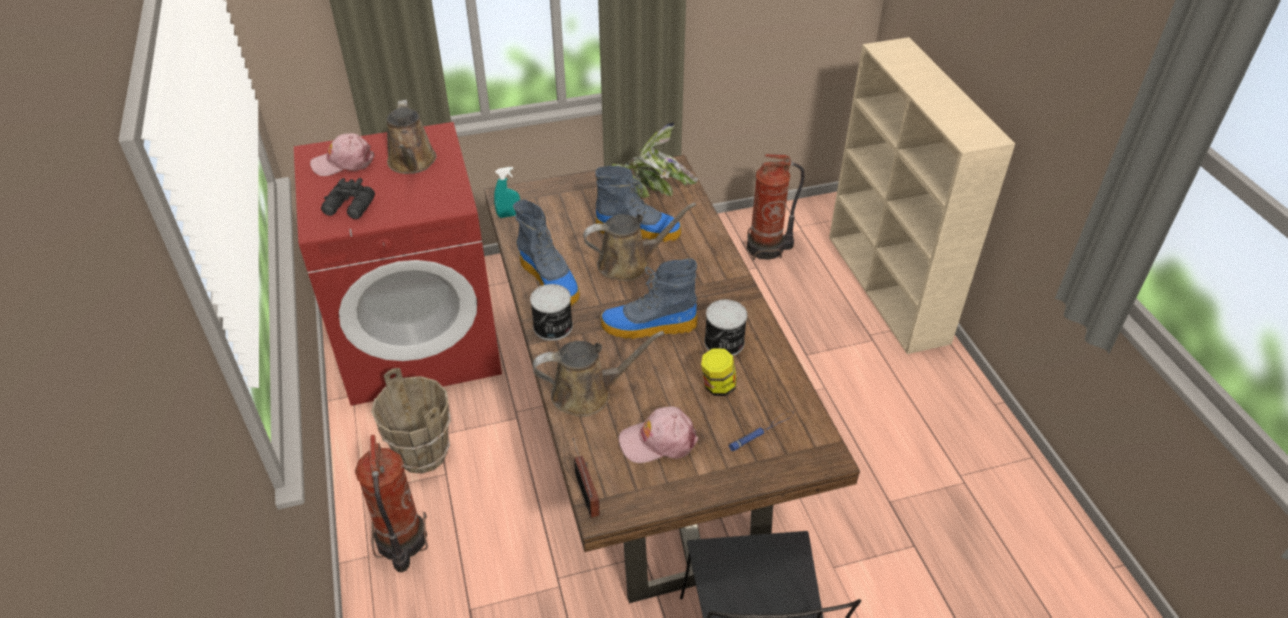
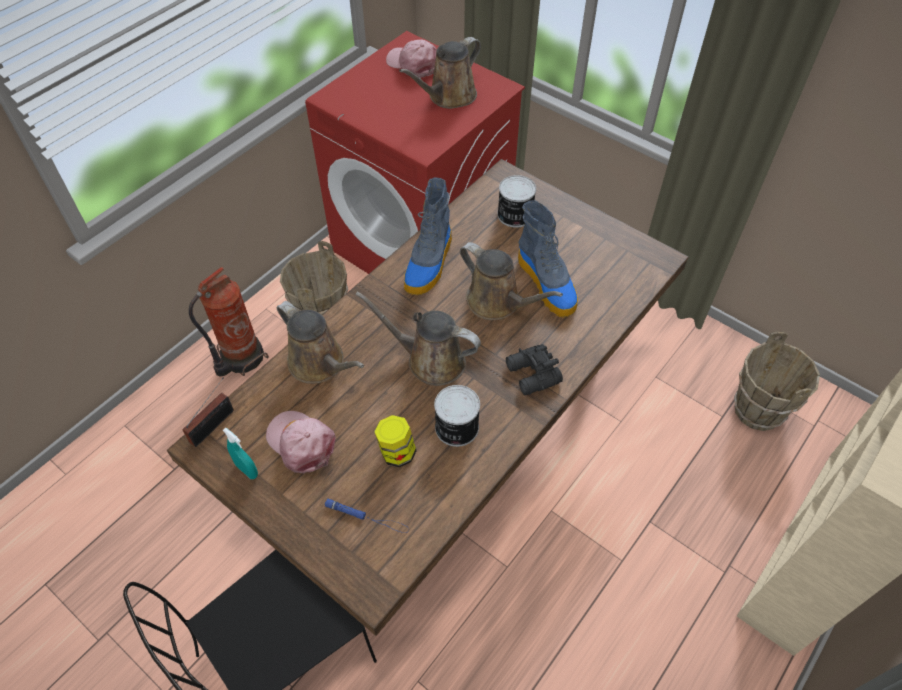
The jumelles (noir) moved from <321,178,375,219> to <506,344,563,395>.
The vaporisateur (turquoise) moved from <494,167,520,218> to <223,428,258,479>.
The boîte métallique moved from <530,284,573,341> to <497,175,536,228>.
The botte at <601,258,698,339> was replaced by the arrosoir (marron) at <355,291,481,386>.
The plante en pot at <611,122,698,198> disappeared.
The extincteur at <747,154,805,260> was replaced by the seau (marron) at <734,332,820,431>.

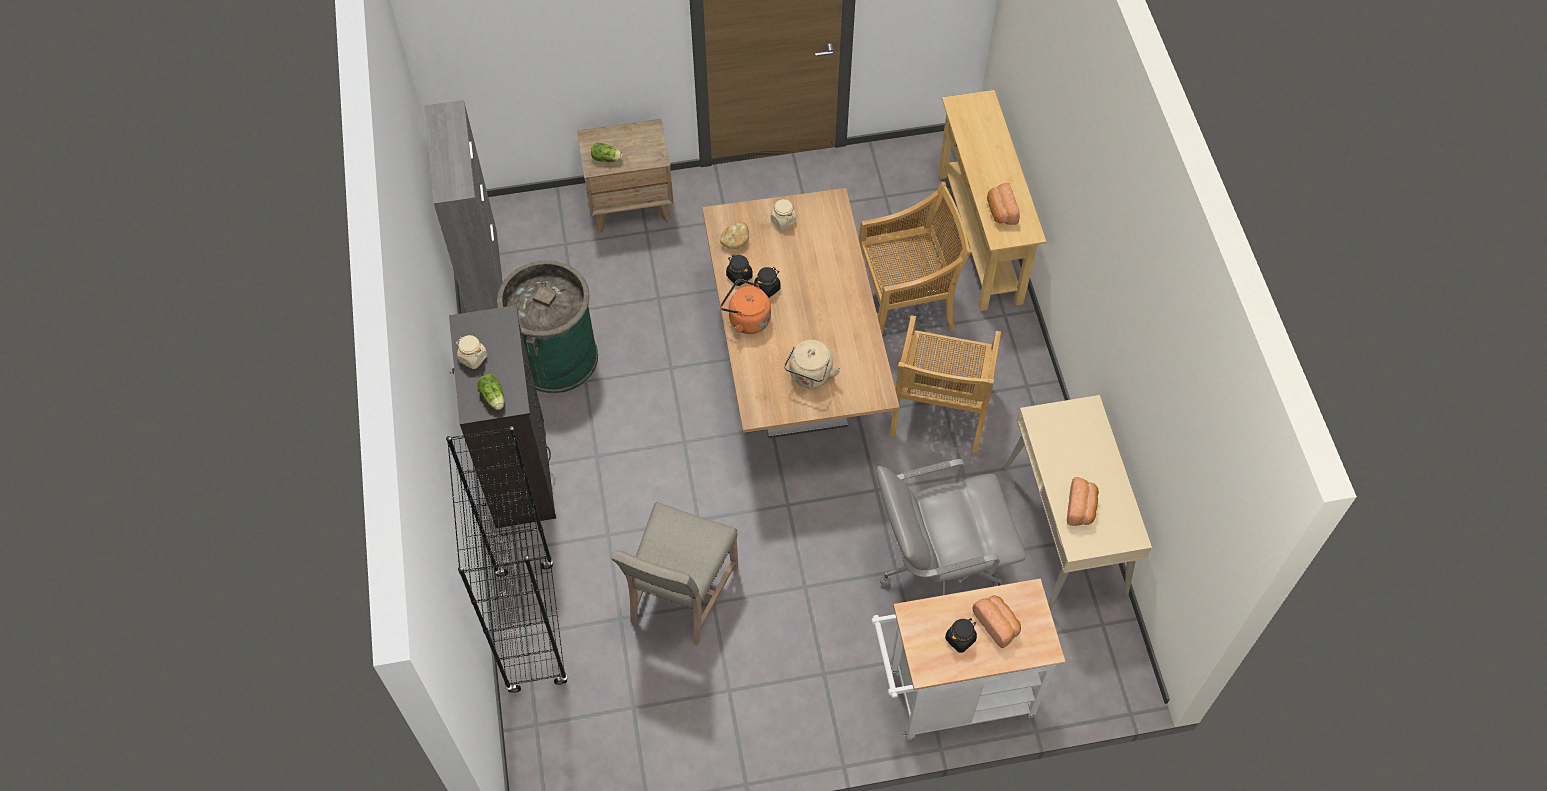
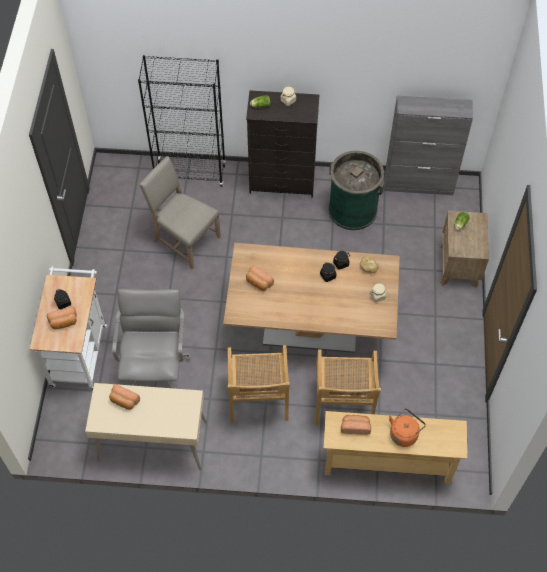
The bouilloire (orange) moved from <721,279,771,334> to <389,408,426,447>.
The bouilloire (beige) at <784,340,841,388> was replaced by the pain at <246,265,274,291>.
The chaise (beige) at <890,315,1001,452> turned 120 degrees counterclockwise.

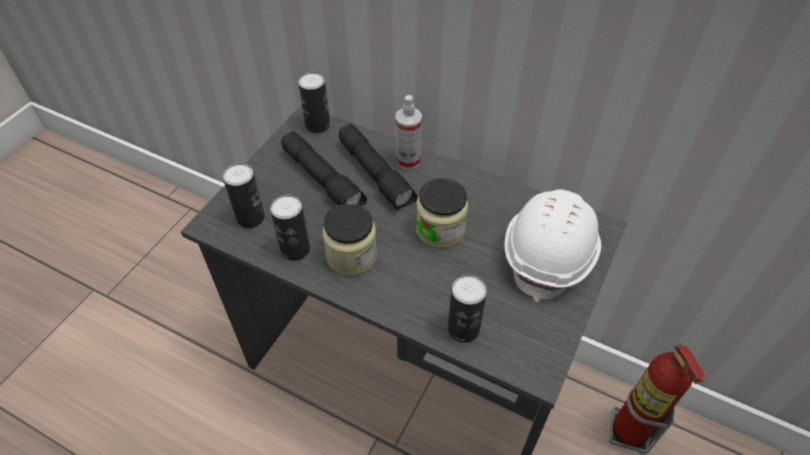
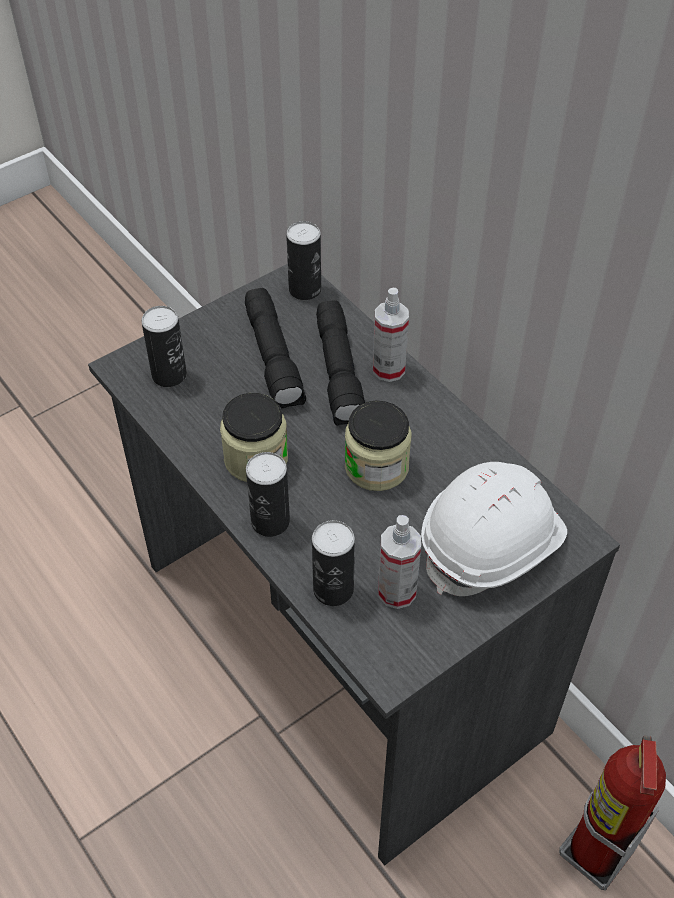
The boîte métallique moved from <270,195,310,261> to <246,452,290,537>.
The vaporisateur at <378,515,421,609> appeared.

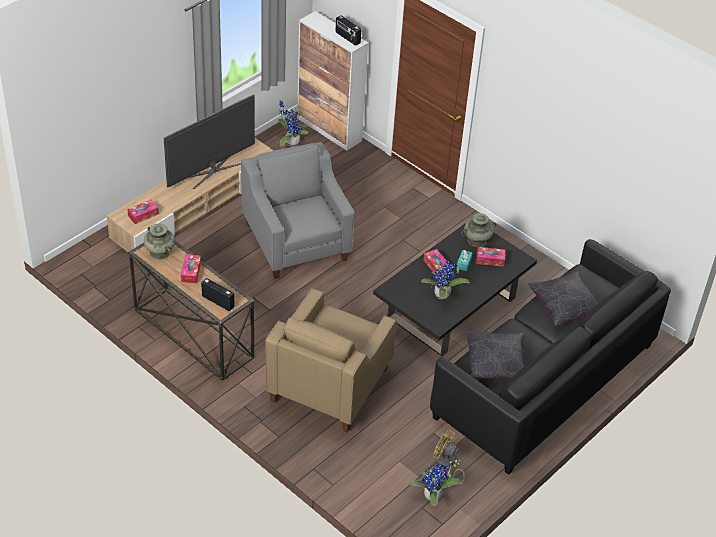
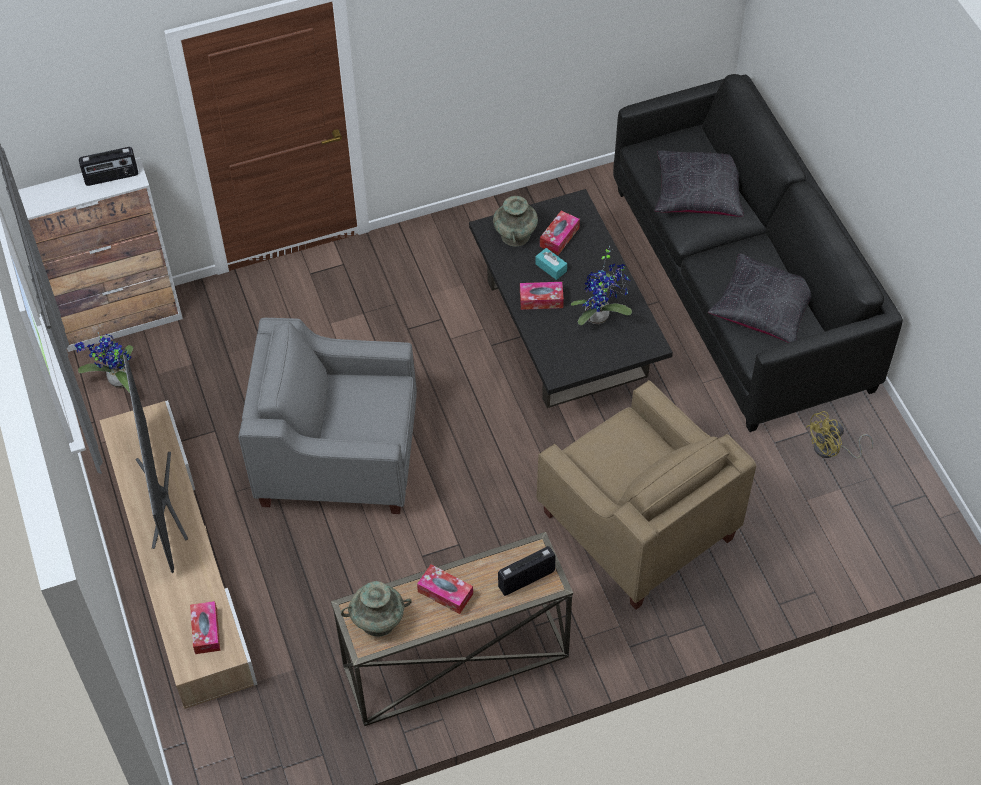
The plante en pot at <410,460,462,506> disappeared.

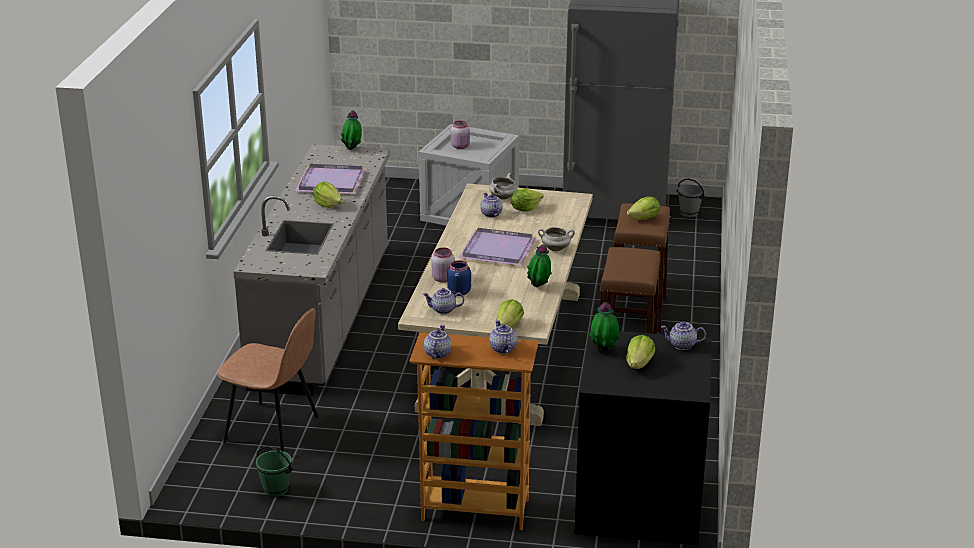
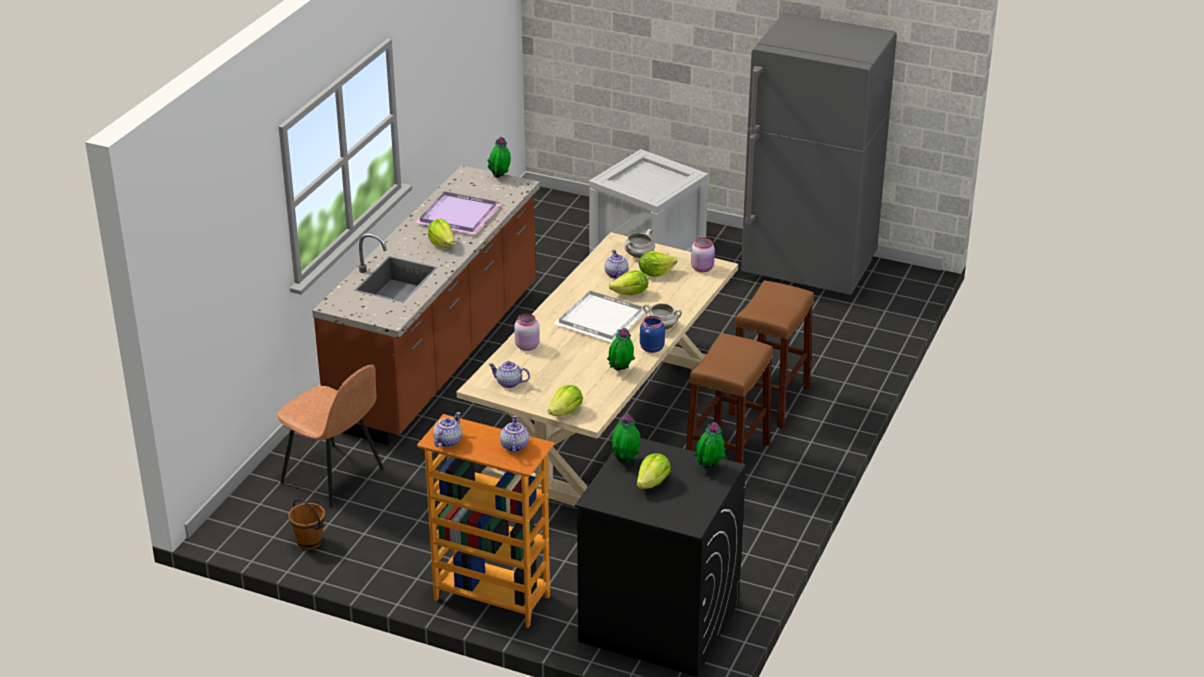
The comptoir de cuisine (gris) at <233,144,390,396> became the comptoir de cuisine (marron) at <312,165,540,445>.
The seau (vert) at <255,446,293,497> became the seau (marron) at <288,499,325,550>.
The bocal (bleu) moved from <447,260,471,296> to <640,316,665,353>.
The bocal (rose) moved from <451,121,470,149> to <691,237,715,272>.
The plateau (violet) at <458,228,537,266> became the plateau (blanc) at <553,291,647,342>.
The laitue moved from <627,197,660,220> to <609,270,648,295>.
The théière at <661,321,706,350> was replaced by the plante en pot at <694,422,726,468>.
The seau (gris) at <677,178,705,217> disappeared.

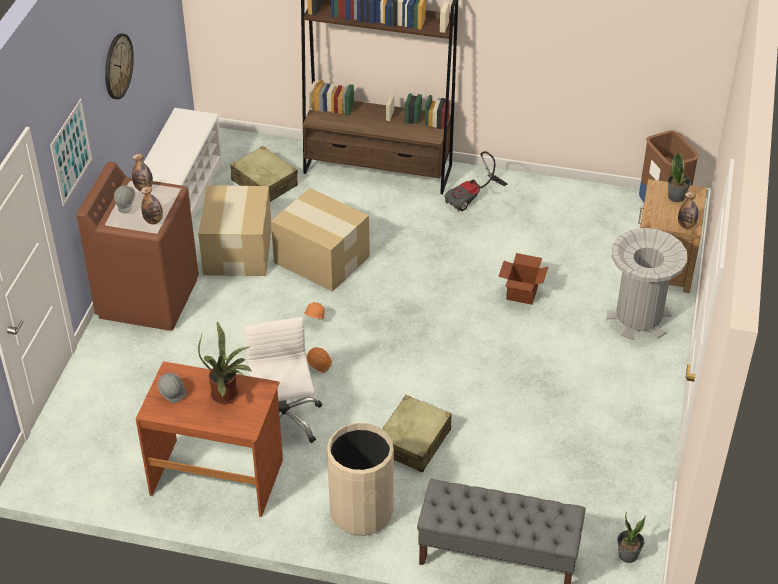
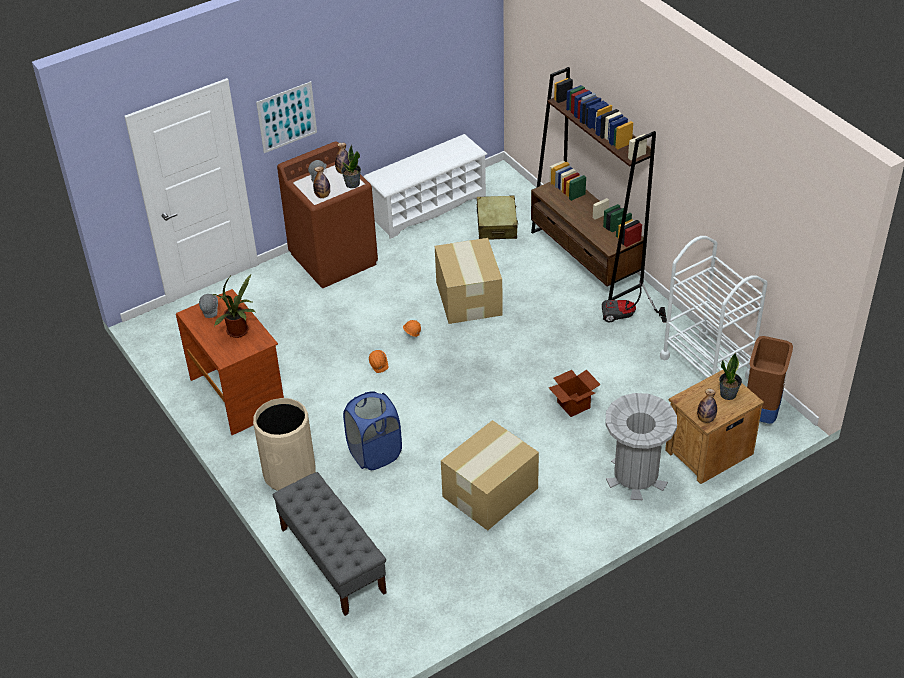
The horloge murale at <105,34,134,99> disappeared.
The carton moved from <198,185,271,276> to <441,420,539,531>.
The chaise de bureau (blanc) at <244,317,322,443> disappeared.
The valise (beige) at <382,395,452,472> was replaced by the panier à linge (bleu) at <343,391,402,470>.
The plante en pot moved from <617,512,646,563> to <341,145,361,188>.
The chariot (blanc) at <660,236,767,379> appeared.

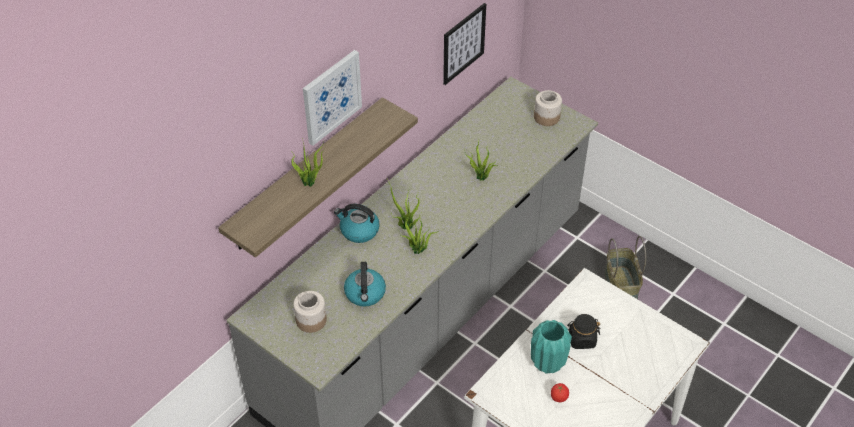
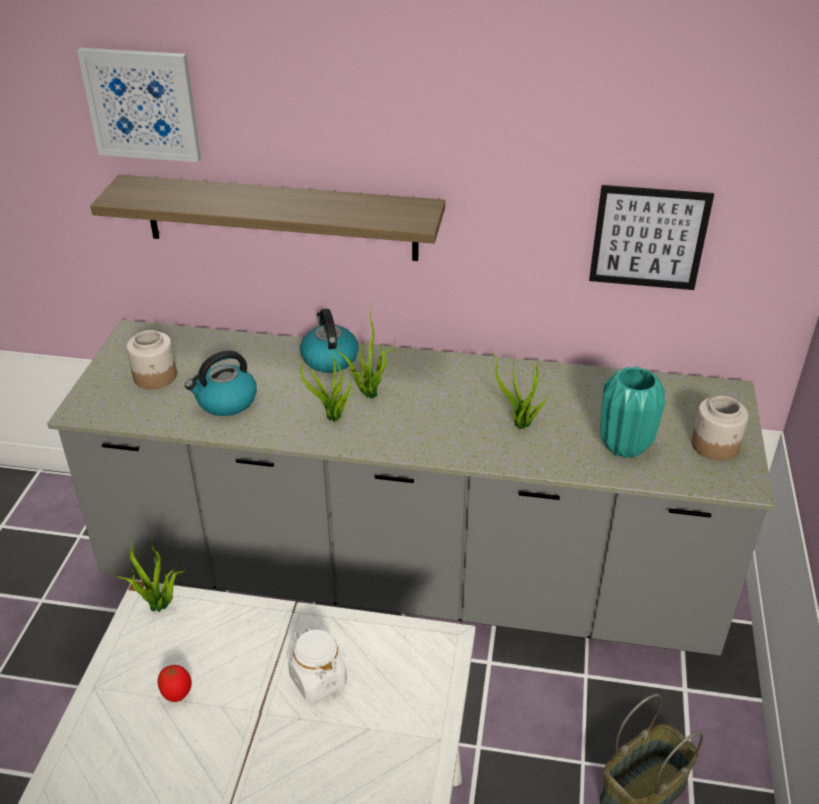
The plante en pot moved from <292,138,324,187> to <110,536,186,612>.
The tableau moved from <303,50,362,146> to <77,48,201,162>.
The vase (turquoise) moved from <531,320,572,374> to <600,366,665,458>.
The bocal (noir) at <567,314,600,349> became the bocal (blanc) at <288,628,347,702>.

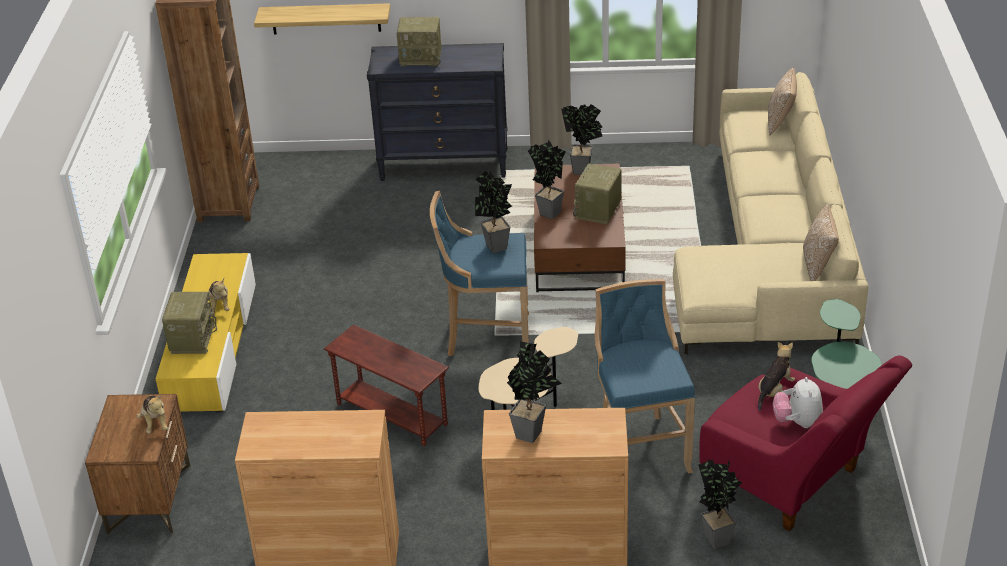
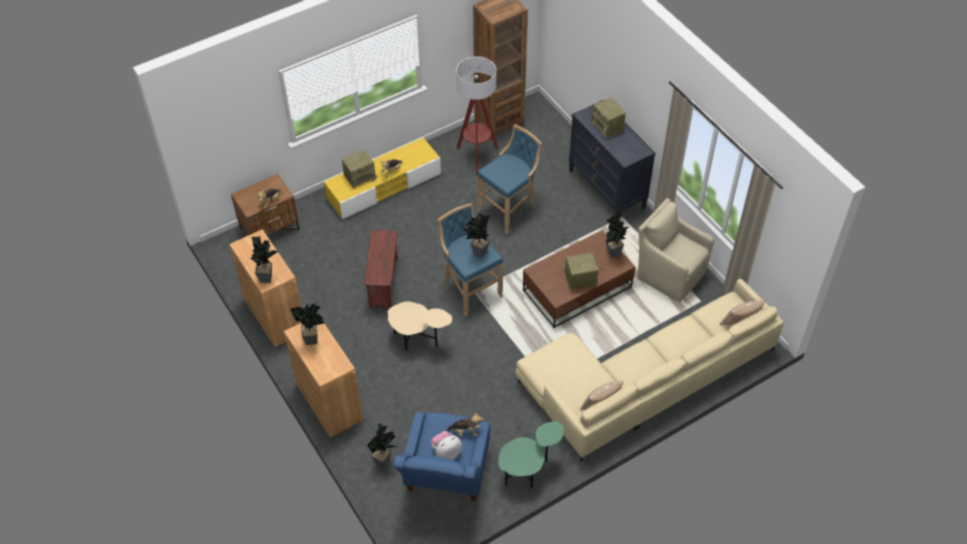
The étagère at <254,3,390,35> disappeared.
The plante en pot moved from <528,140,566,219> to <251,236,279,283>.
The tabouret (bleu) moved from <595,279,695,473> to <477,124,542,234>.
The fauteuil (rouge) at <699,355,912,532> became the fauteuil (bleu) at <393,412,490,501>.
The lampadaire at <456,56,498,175> appeared.
The fauteuil (beige) at <637,198,714,302> appeared.

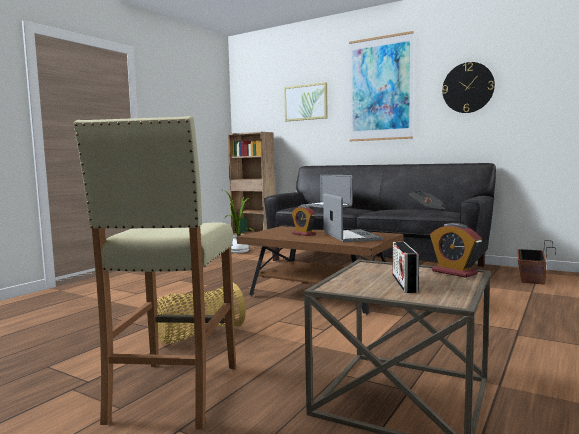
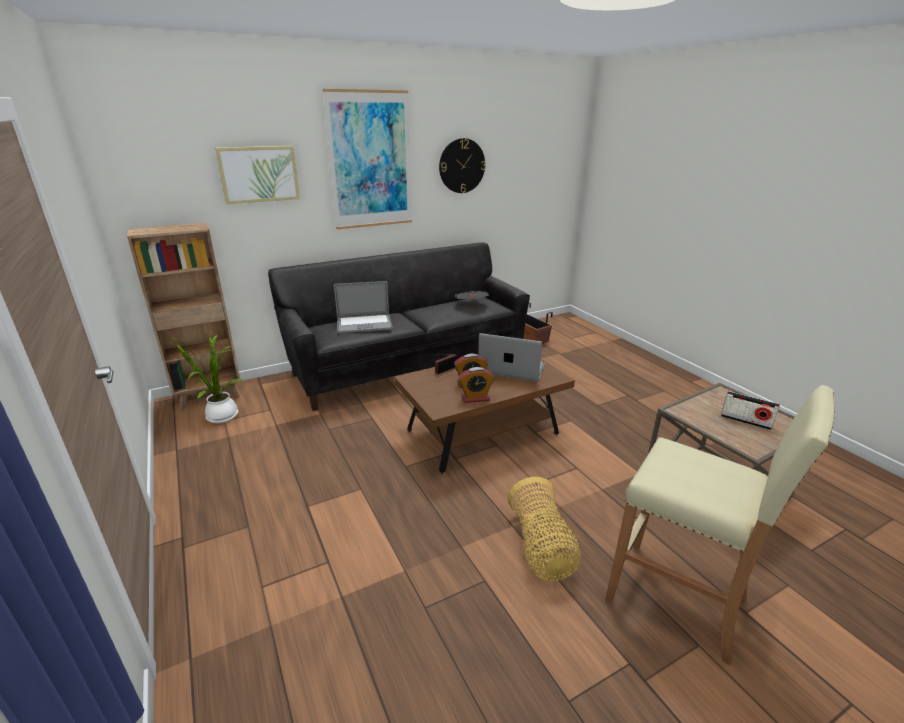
The réveil moved from <430,223,482,278> to <458,367,494,403>.

